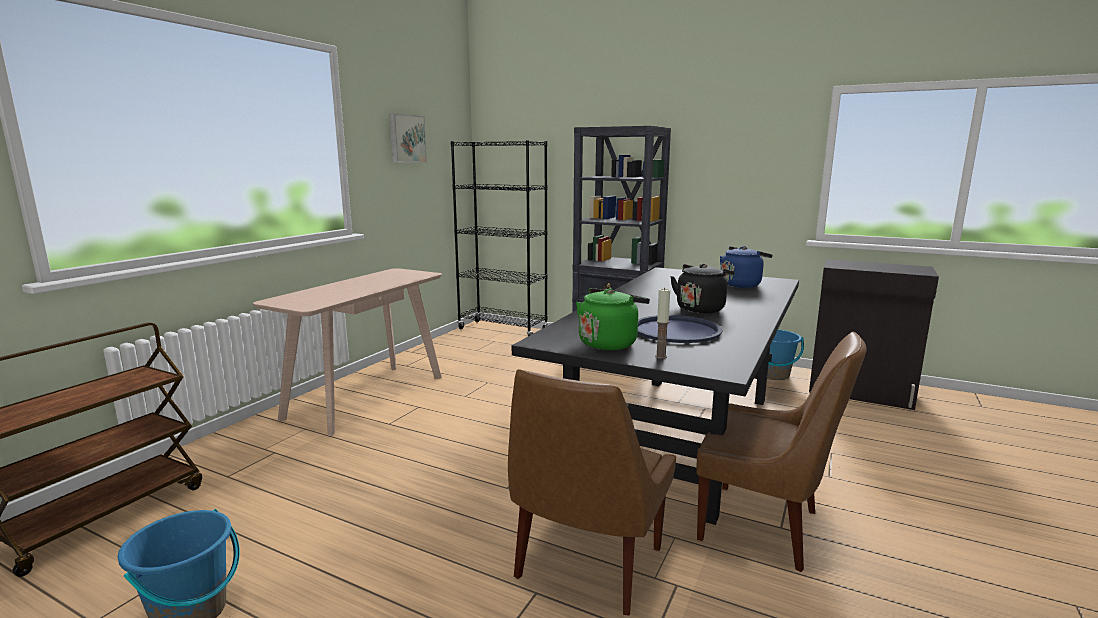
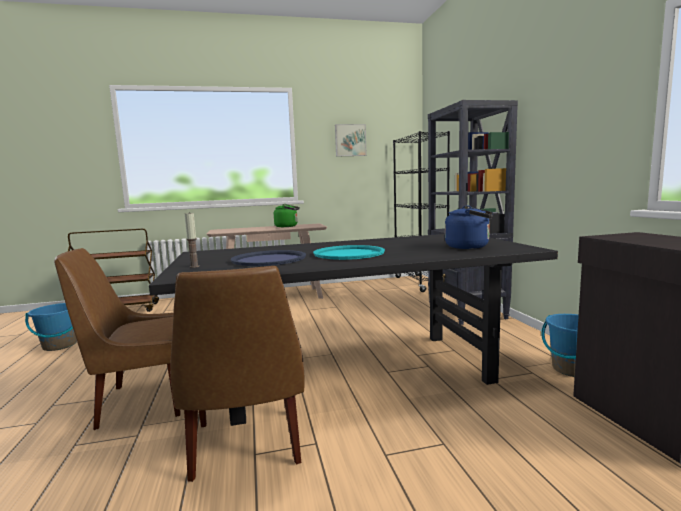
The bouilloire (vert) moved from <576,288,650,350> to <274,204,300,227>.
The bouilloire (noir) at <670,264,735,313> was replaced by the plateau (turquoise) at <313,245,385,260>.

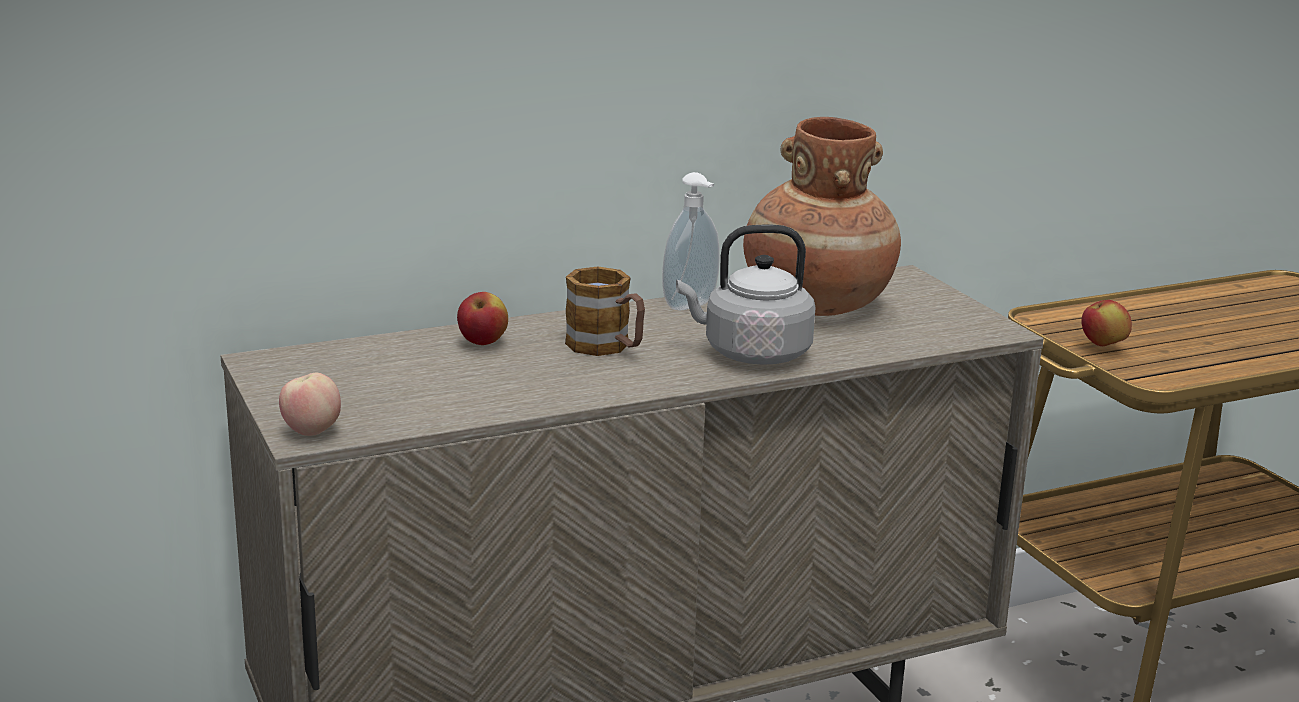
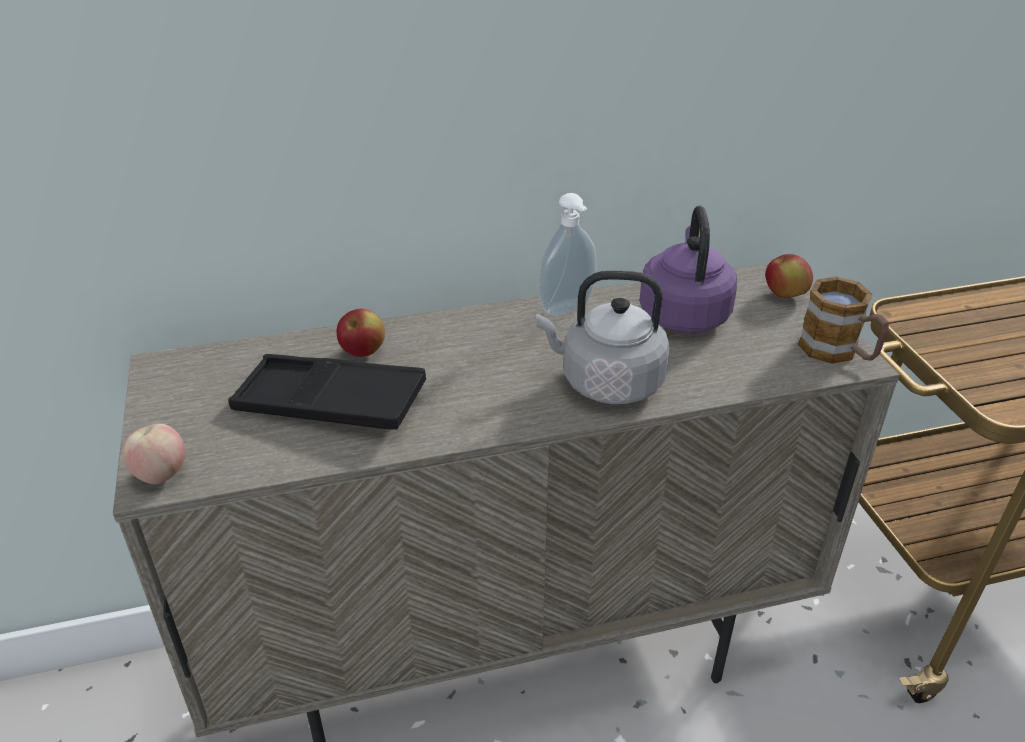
The mug moved from <565,267,645,356> to <798,277,889,364>.
The vase (marron) at <743,117,901,316> was replaced by the bouilloire (violet) at <639,206,737,333>.
The pomme moved from <1081,300,1132,346> to <765,254,813,298>.
The plateau (noir) at <228,354,426,429> appeared.

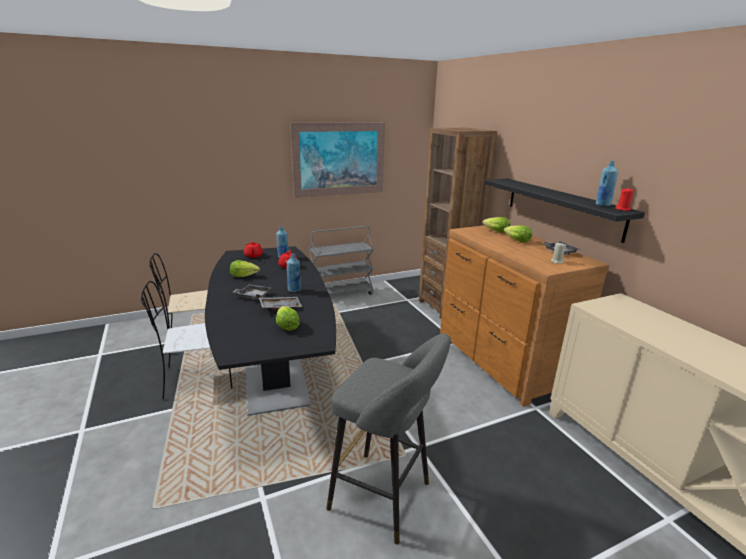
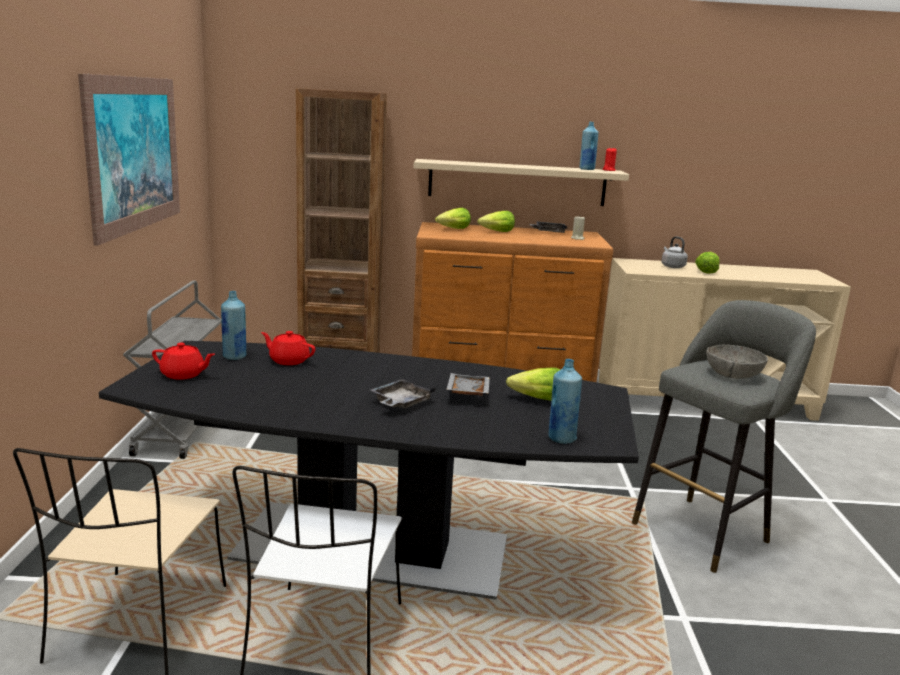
The laitue moved from <230,260,260,277> to <695,252,720,274>.
The bouteille (bleu) moved from <287,254,301,292> to <548,359,582,444>.
The étagère (noir) at <485,179,645,243> became the étagère (beige) at <414,159,629,206>.
The bouilloire (gris) at <661,236,688,268> appeared.
The bol (gris) at <706,345,768,379> appeared.

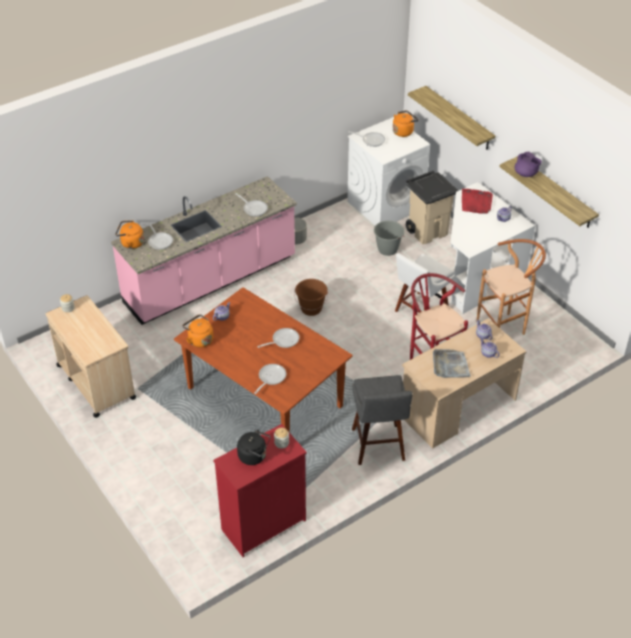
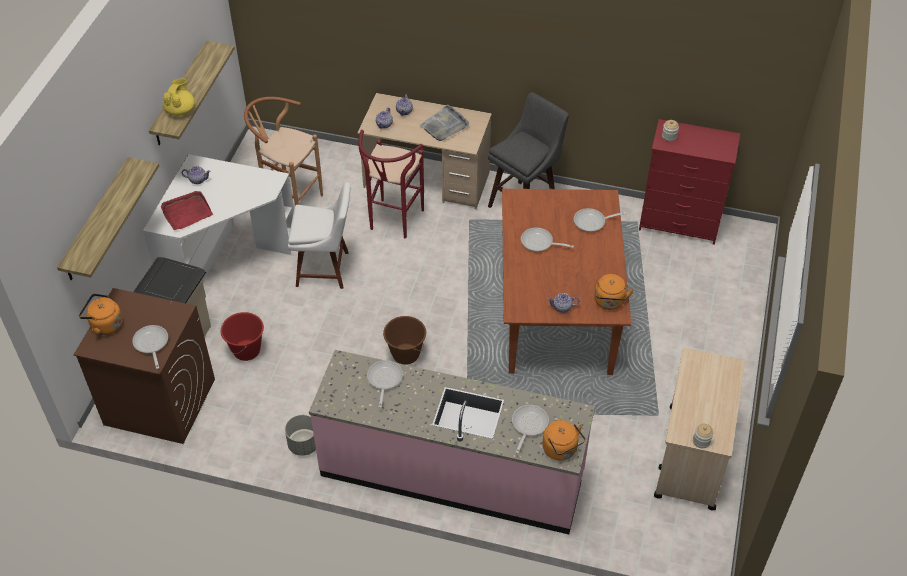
The bouilloire (noir) at <237,430,270,465> disappeared.
The lave-linge (blanc) at <347,117,430,225> became the lave-linge (marron) at <74,288,215,444>.
The seau (gris) at <374,221,405,256> became the seau (rouge) at <221,312,264,361>.
The théière (violet) at <515,152,542,177> became the théière (jaune) at <163,79,195,116>.

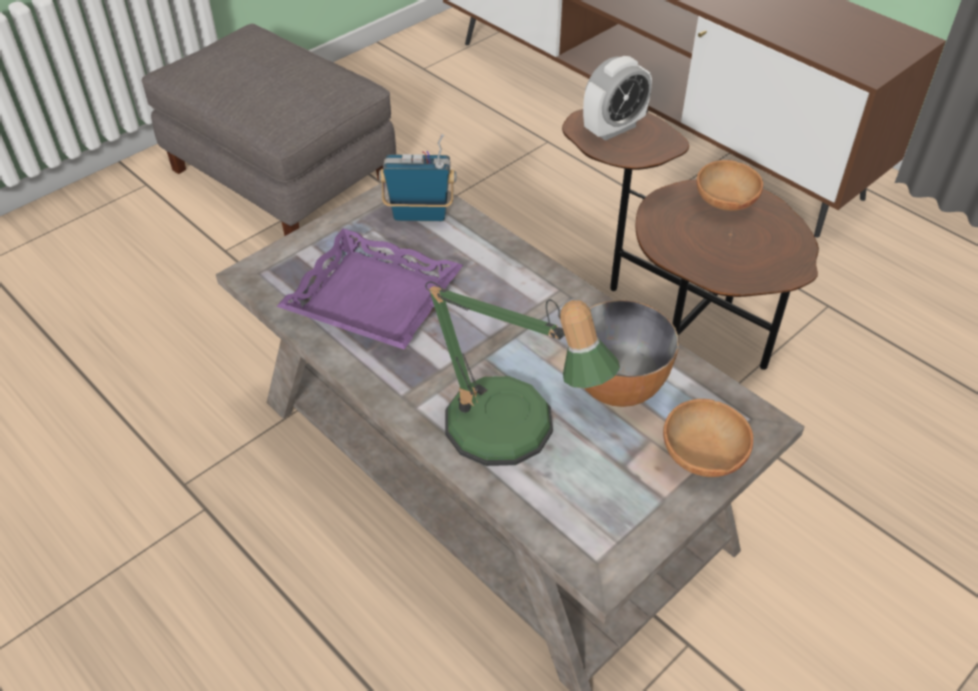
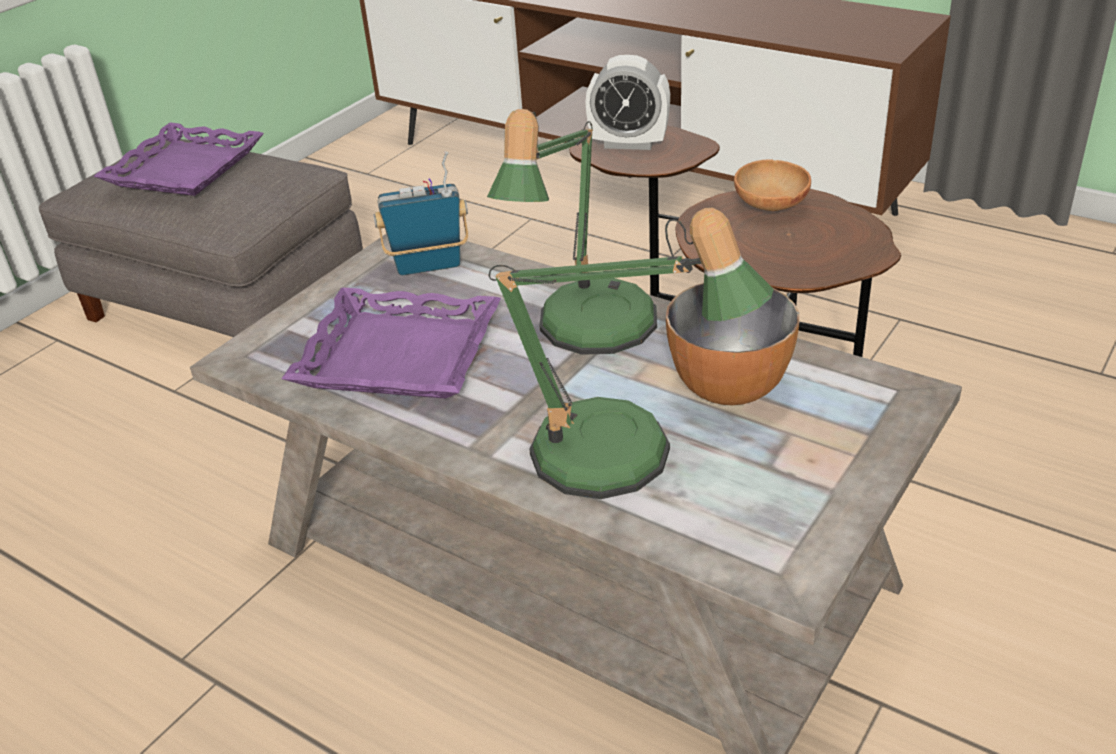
The réveil at <583,56,652,141> turned 60 degrees clockwise.
The bol (marron) at <663,399,753,477> disappeared.
The plateau (violet) at <94,123,264,196> appeared.
The lampe de table at <487,109,657,355> appeared.

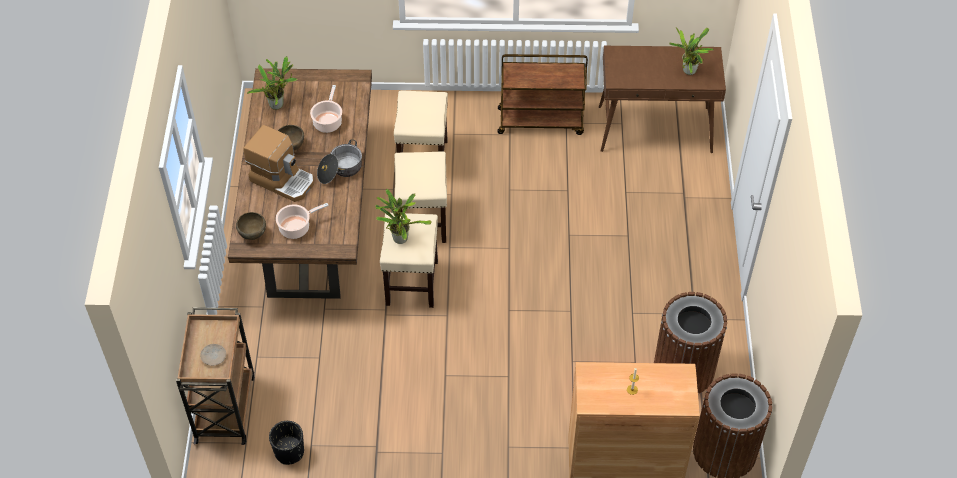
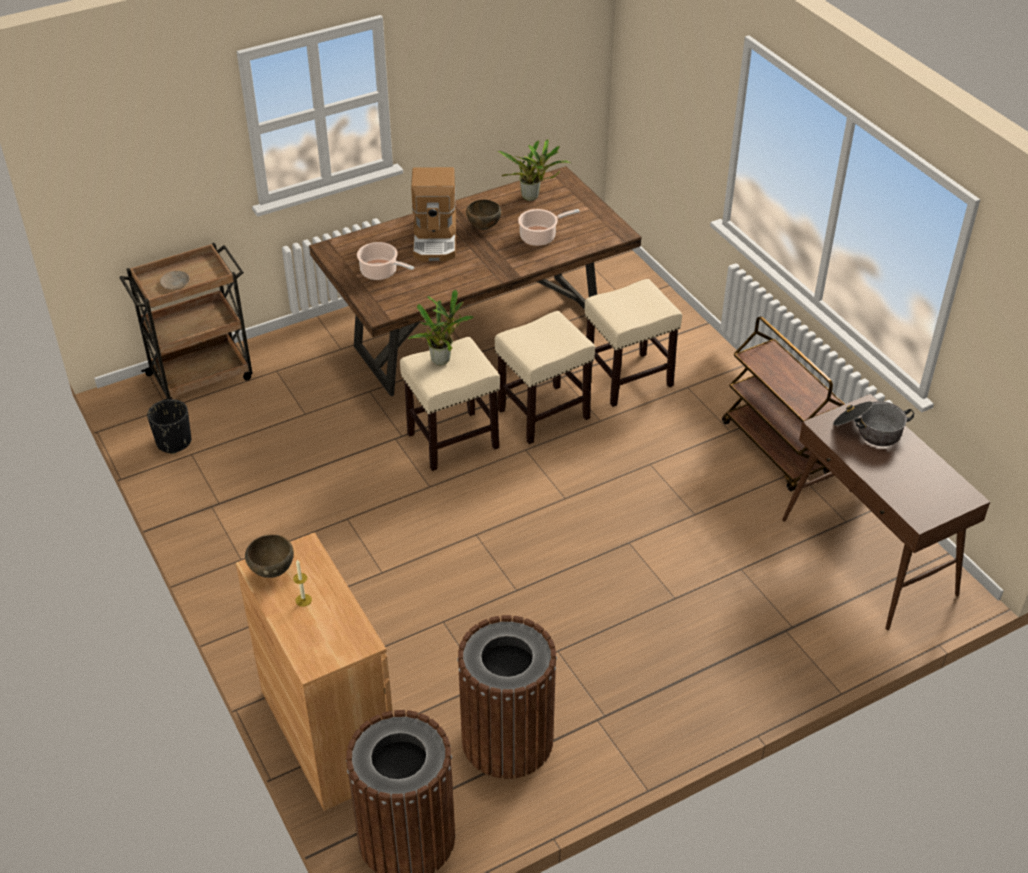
The bol (marron) moved from <236,212,266,240> to <245,534,294,578>.
The marmite moved from <317,139,362,184> to <833,401,914,446>.
The plante en pot at <669,27,714,75> disappeared.

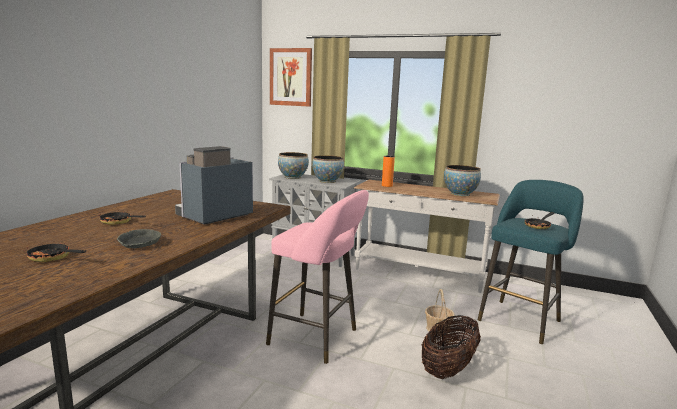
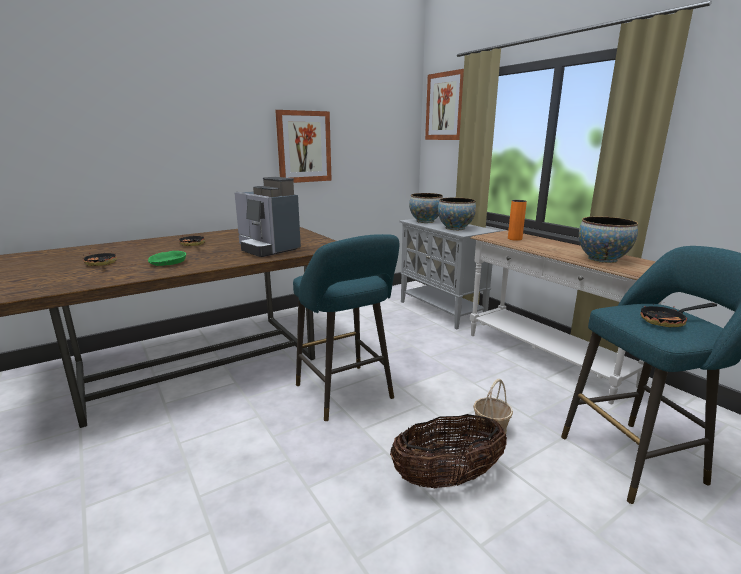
The bol (gris) at <117,229,161,248> became the bol (vert) at <148,251,186,266>.
The machine à café at <175,146,253,225> turned 120 degrees counterclockwise.
The tabouret (rose) at <266,190,369,364> became the tabouret (turquoise) at <293,234,399,421>.
The tableau at <275,110,332,183> appeared.

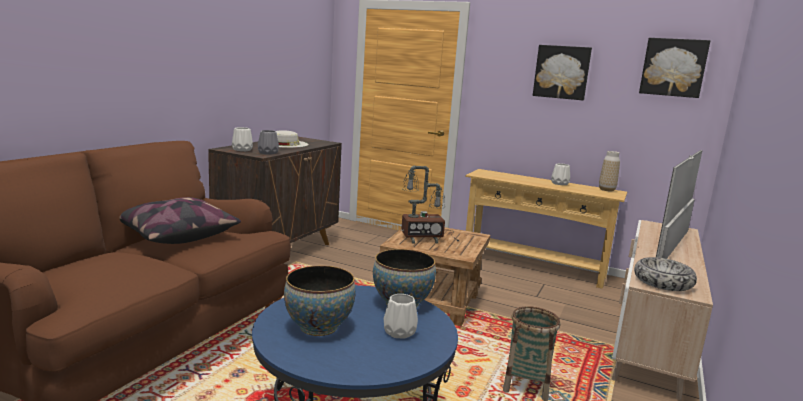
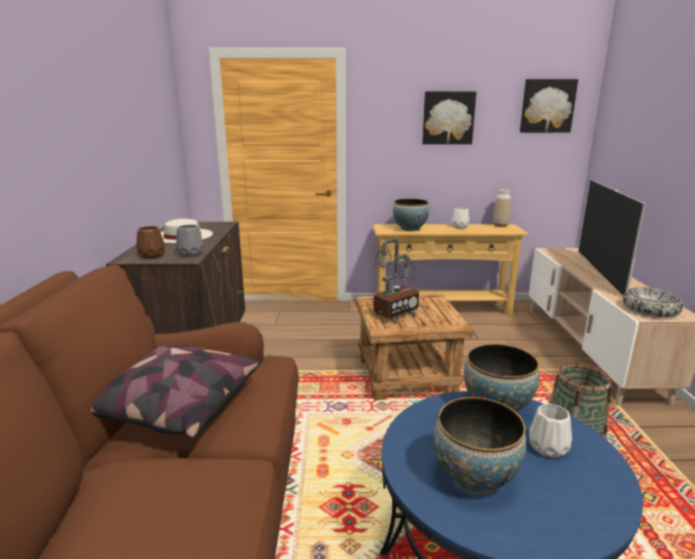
The vase (blanc) at <232,127,253,151> became the vase (marron) at <136,226,165,259>.
The bol at <393,199,429,231> appeared.

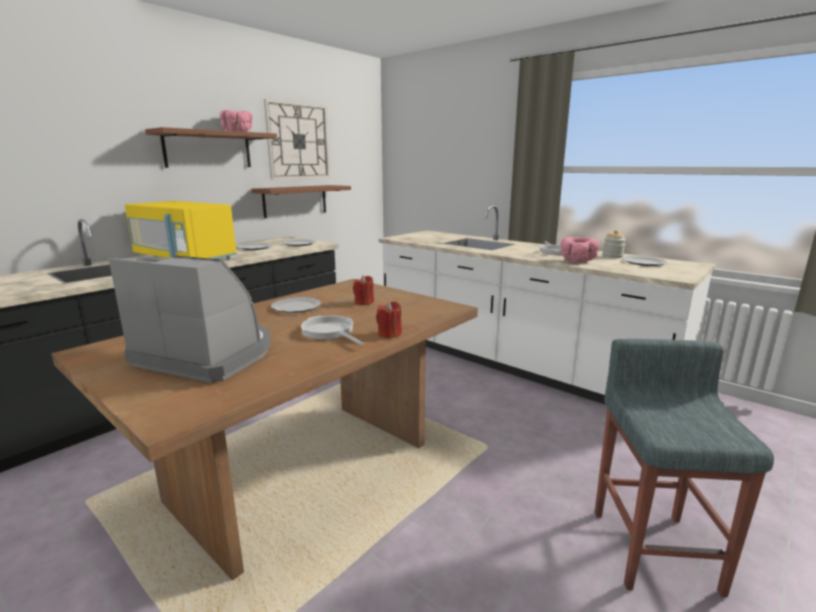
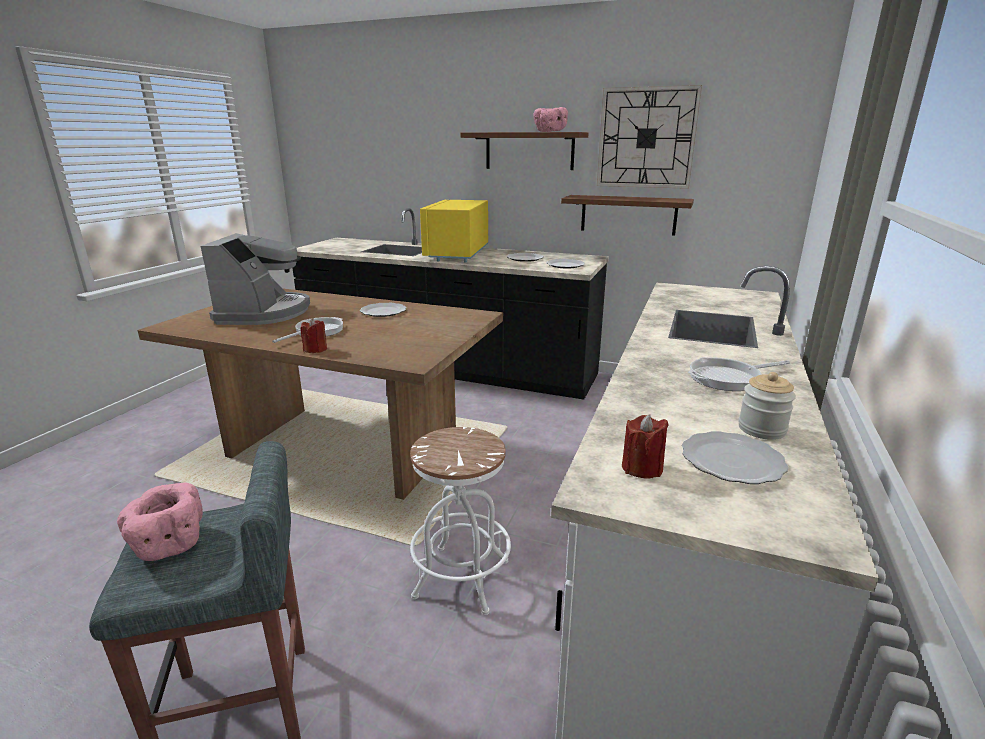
The bougie (rouge) moved from <353,275,374,305> to <622,414,669,478>.
The bol (rose) moved from <560,237,599,263> to <117,483,203,561>.
The tabouret (blanc) at <410,427,511,615> appeared.

